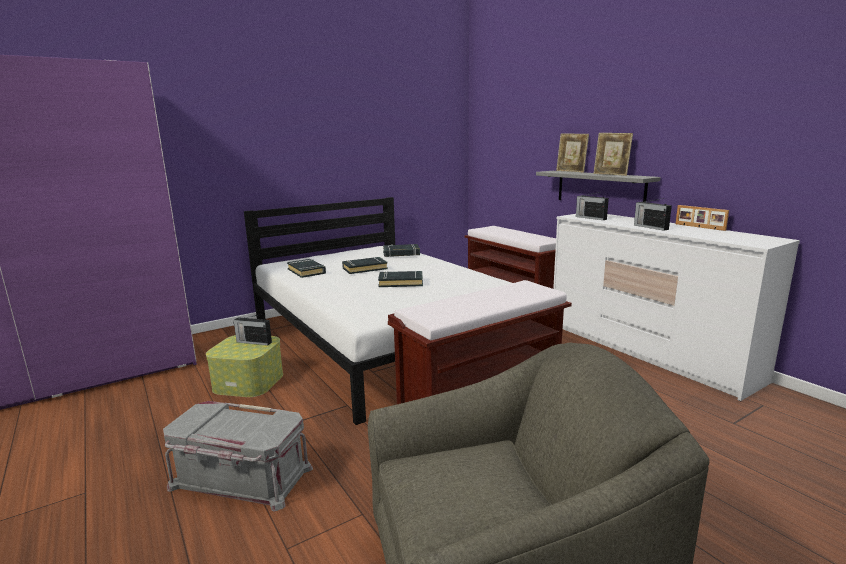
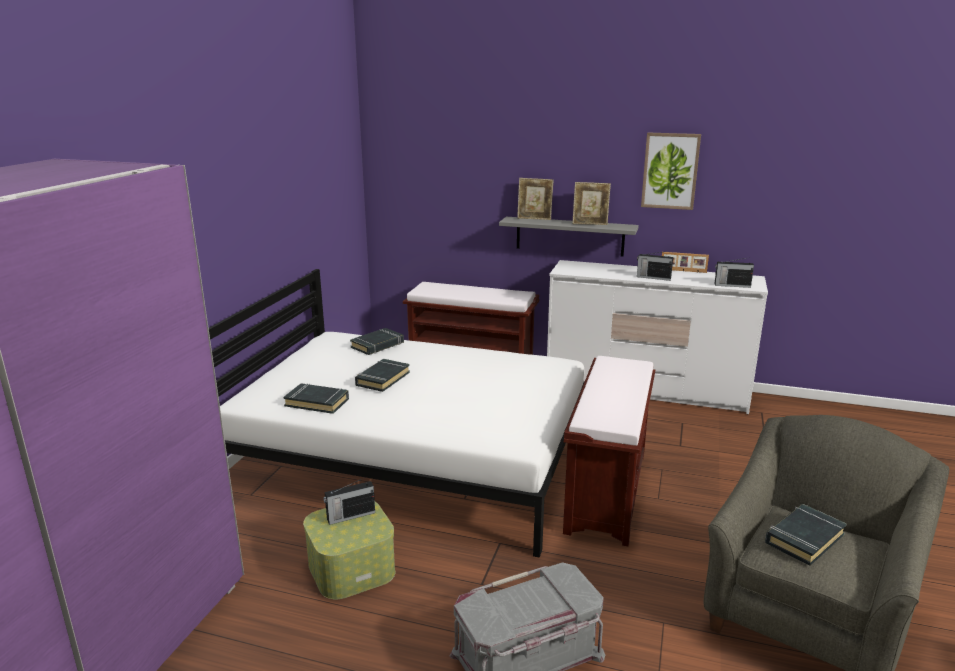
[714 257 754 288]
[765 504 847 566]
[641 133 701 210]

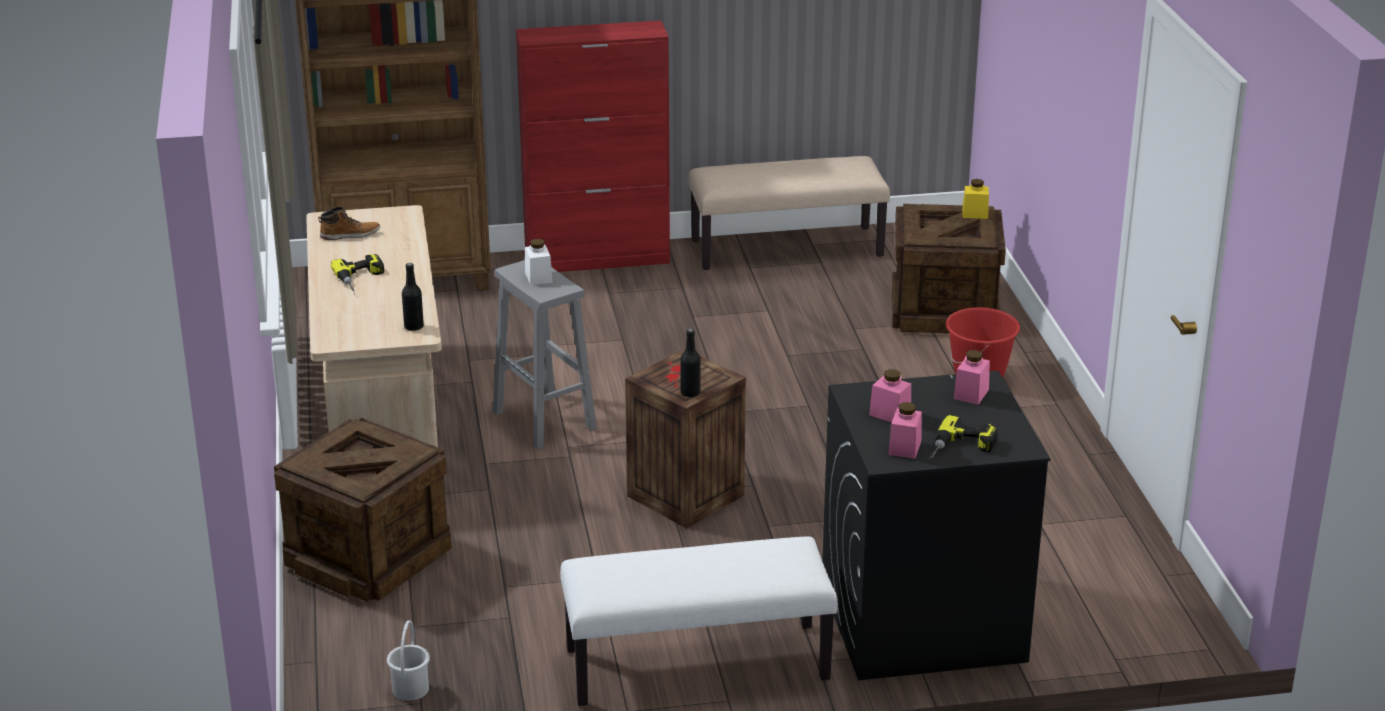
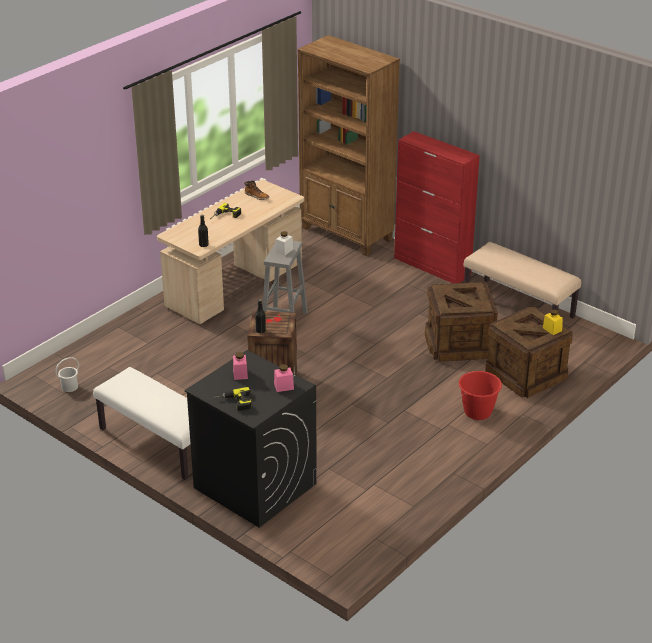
[888 402 922 459] (first image)
[425 282 498 362]

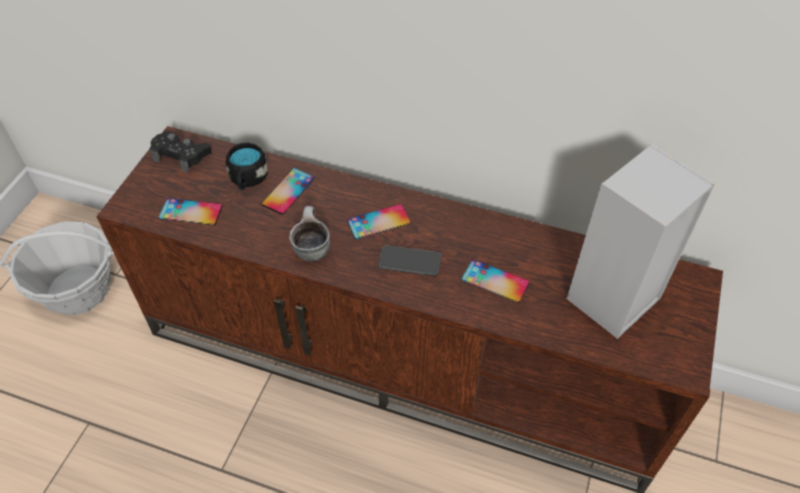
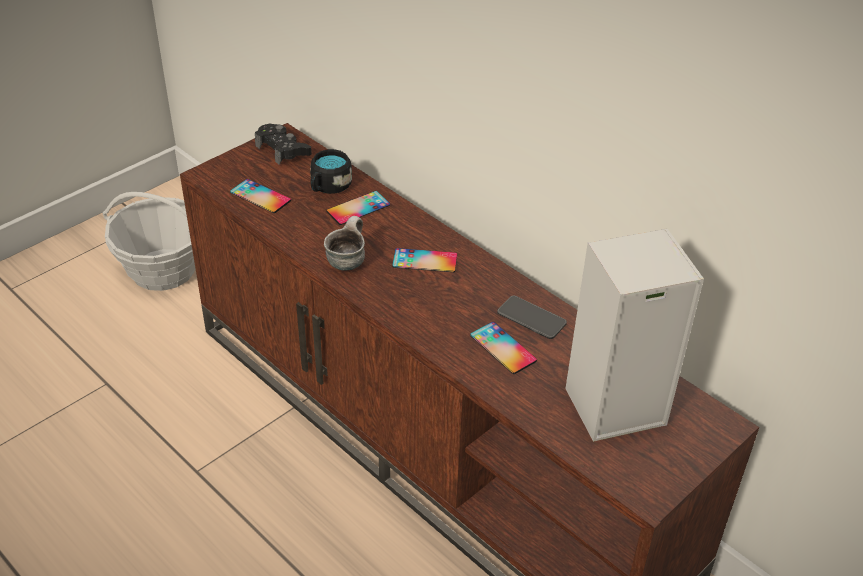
[497 295 567 339]

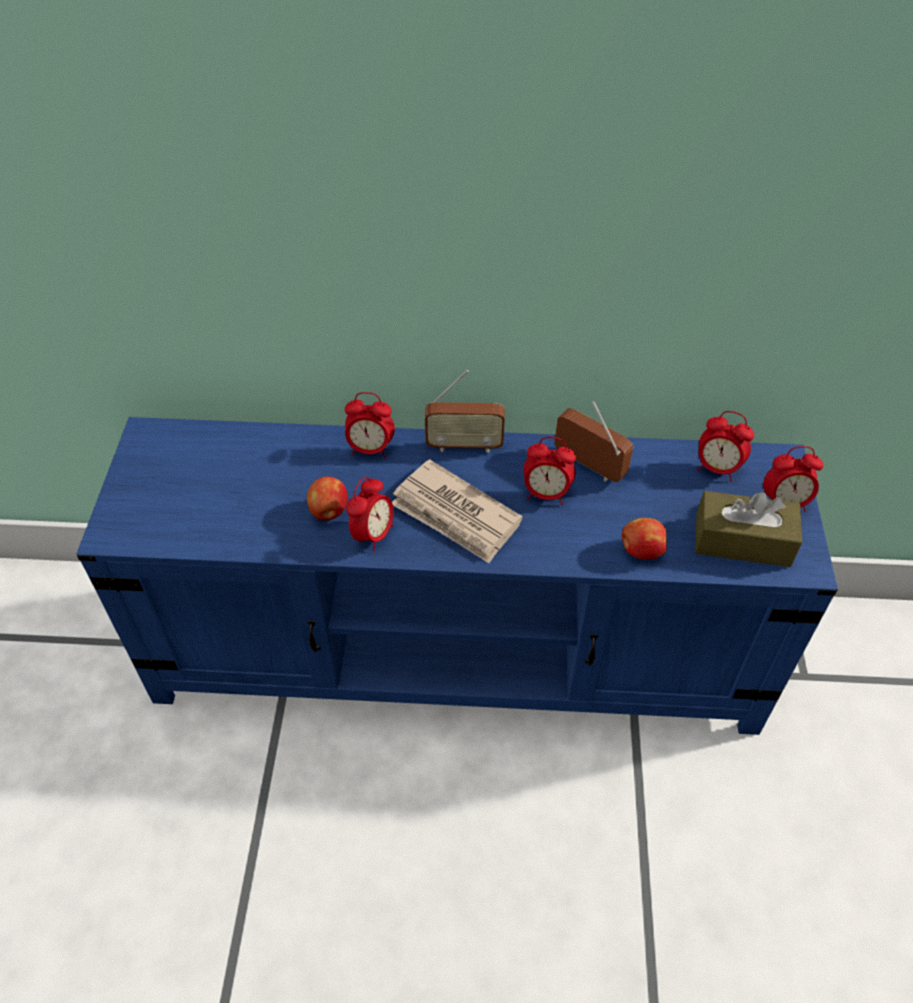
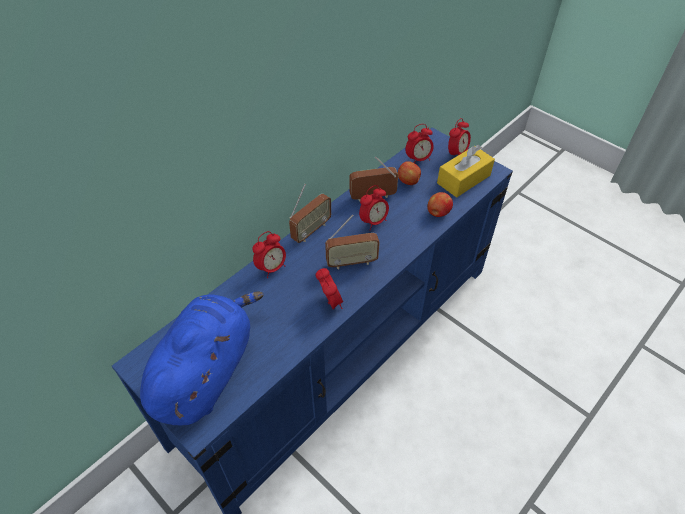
[325 215 380 269]
[398 161 421 185]
[437 145 495 198]
[140 292 264 426]

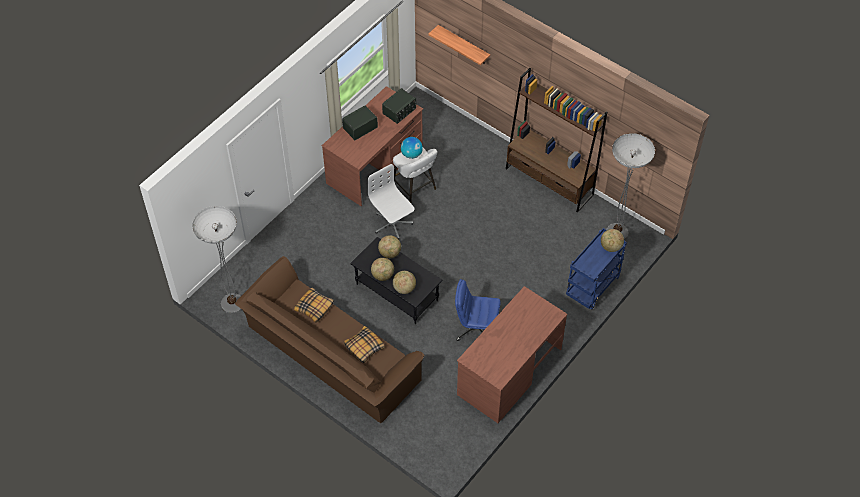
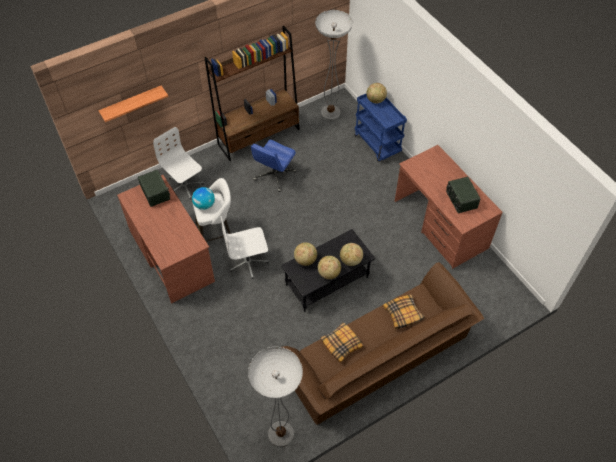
[446 176 480 213]
[251 140 296 192]
[153 127 204 199]

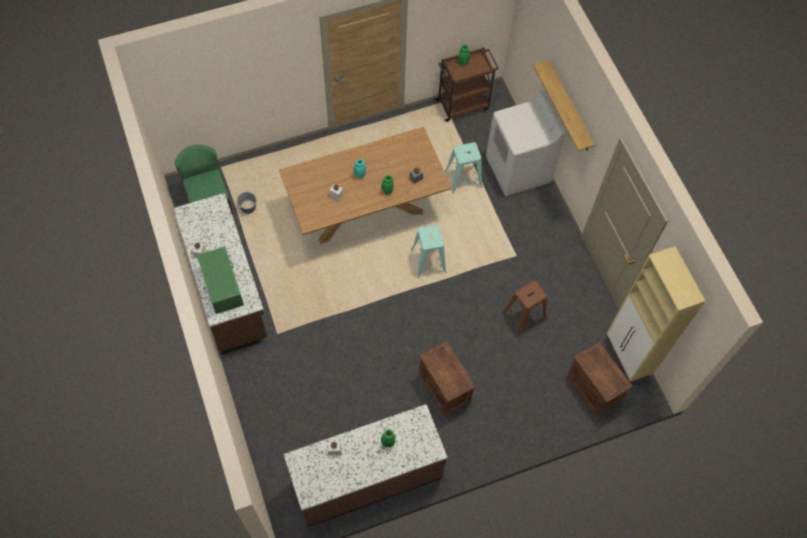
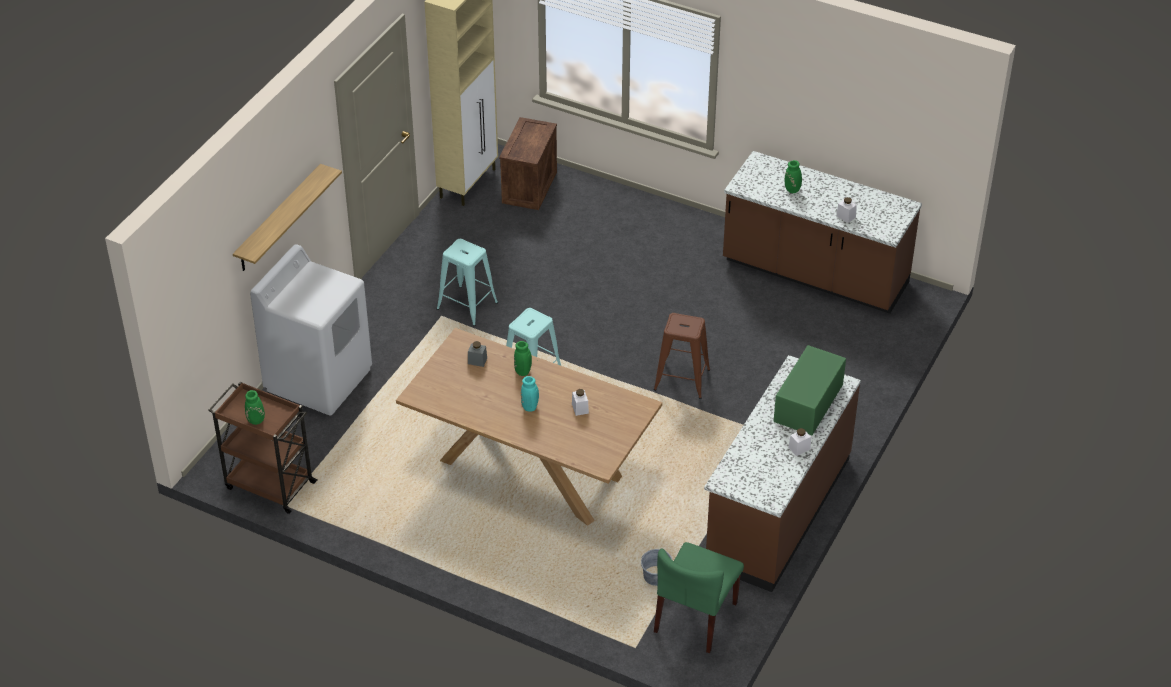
[437 239 498 326]
[654 313 710 399]
[419 341 475 416] (first image)

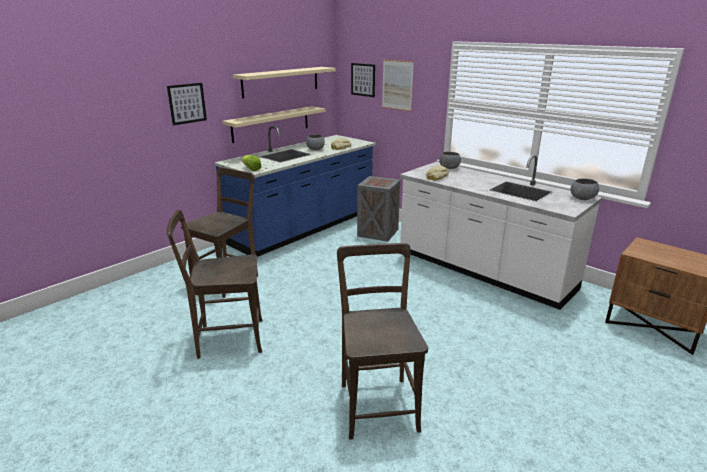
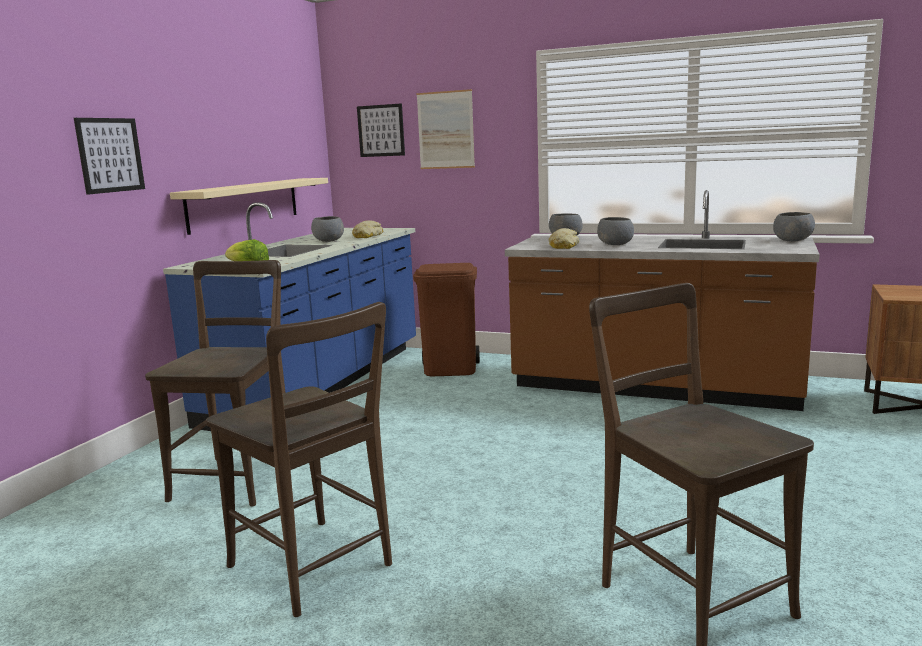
[233 67 336 99] (first image)
[505 190 820 411]
[413 263 480 376]
[206 302 392 617]
[597 217 634 245]

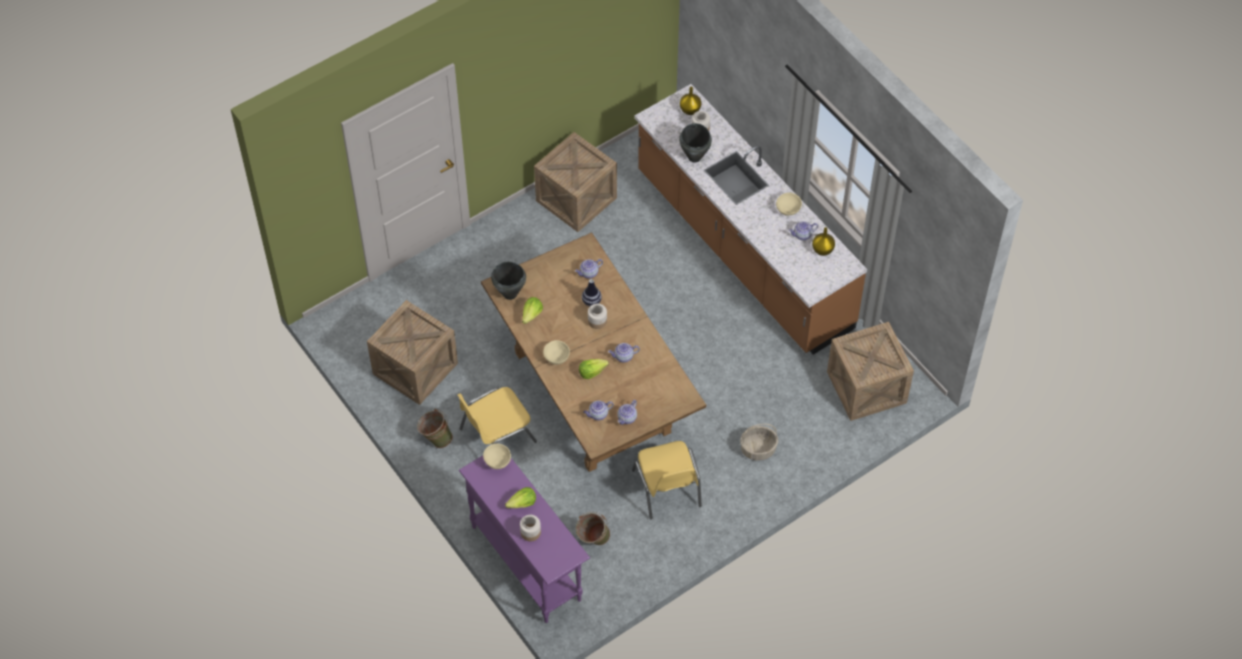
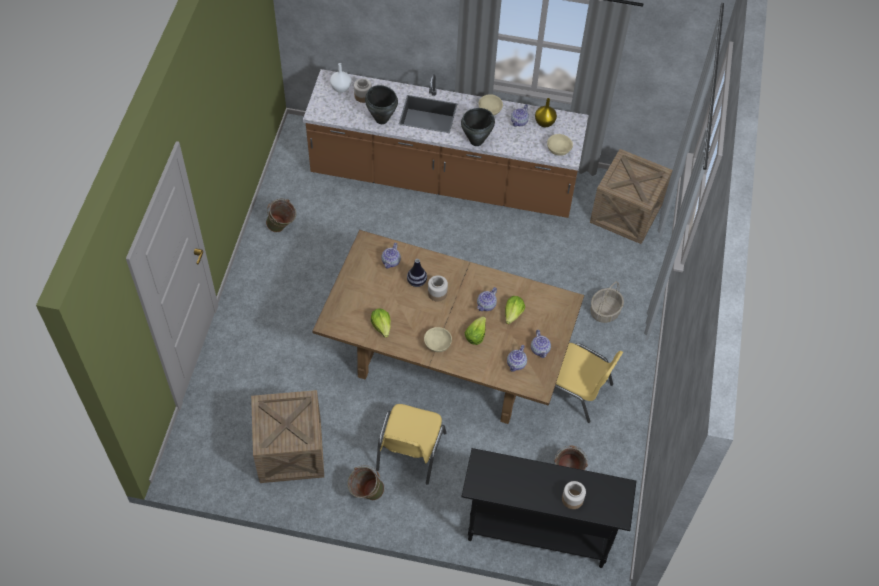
[330 63 351 93]
[266 199 296 232]
[461 108 495 146]
[547 134 573 156]
[461 448 636 568]
[505 296 525 324]

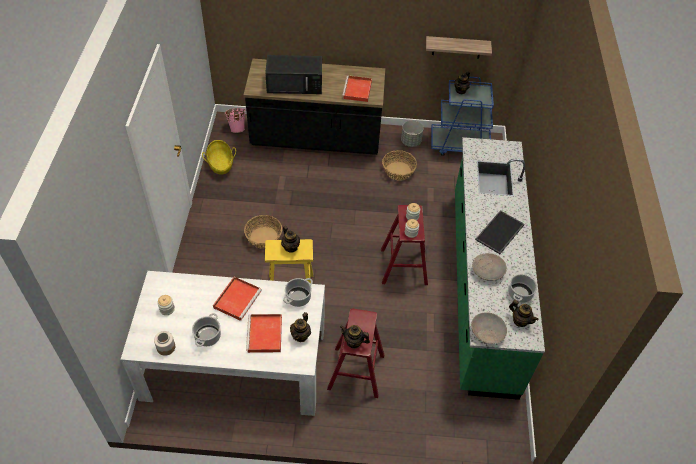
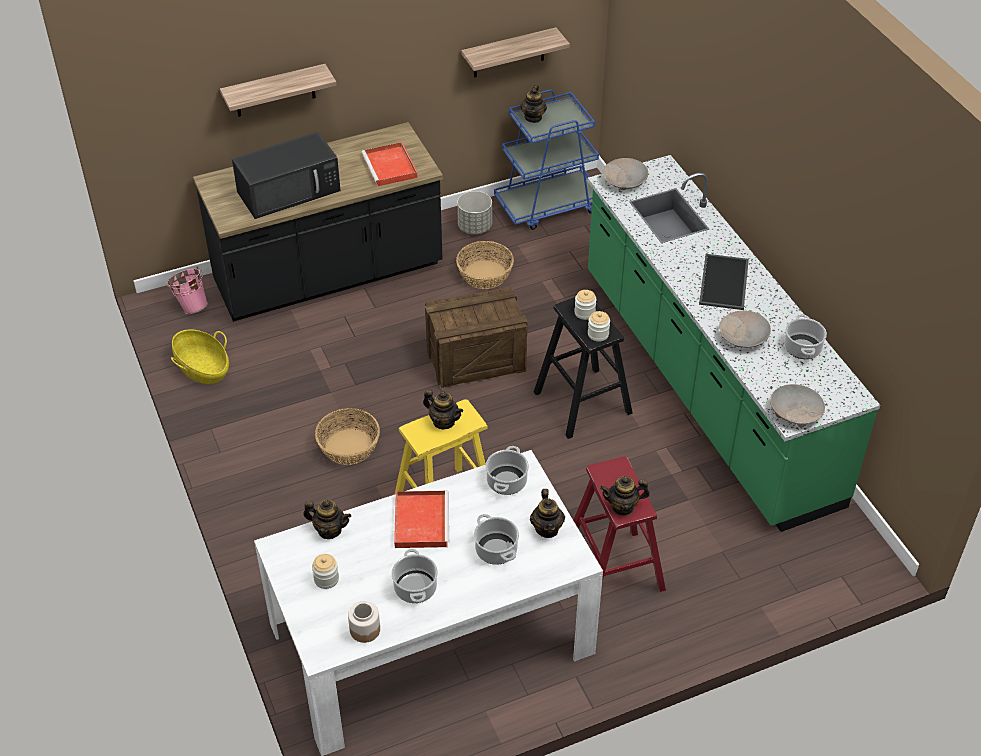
[534 297 633 439]
[303 500 351 539]
[474 514 519 565]
[220 64 337 117]
[602 158 648 190]
[425 287 528 388]

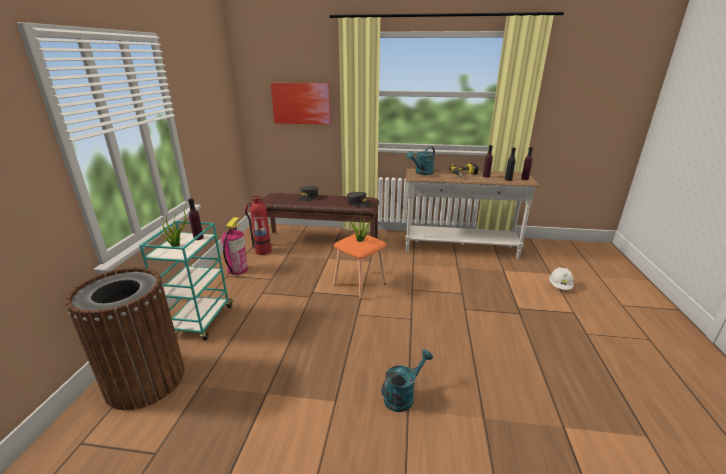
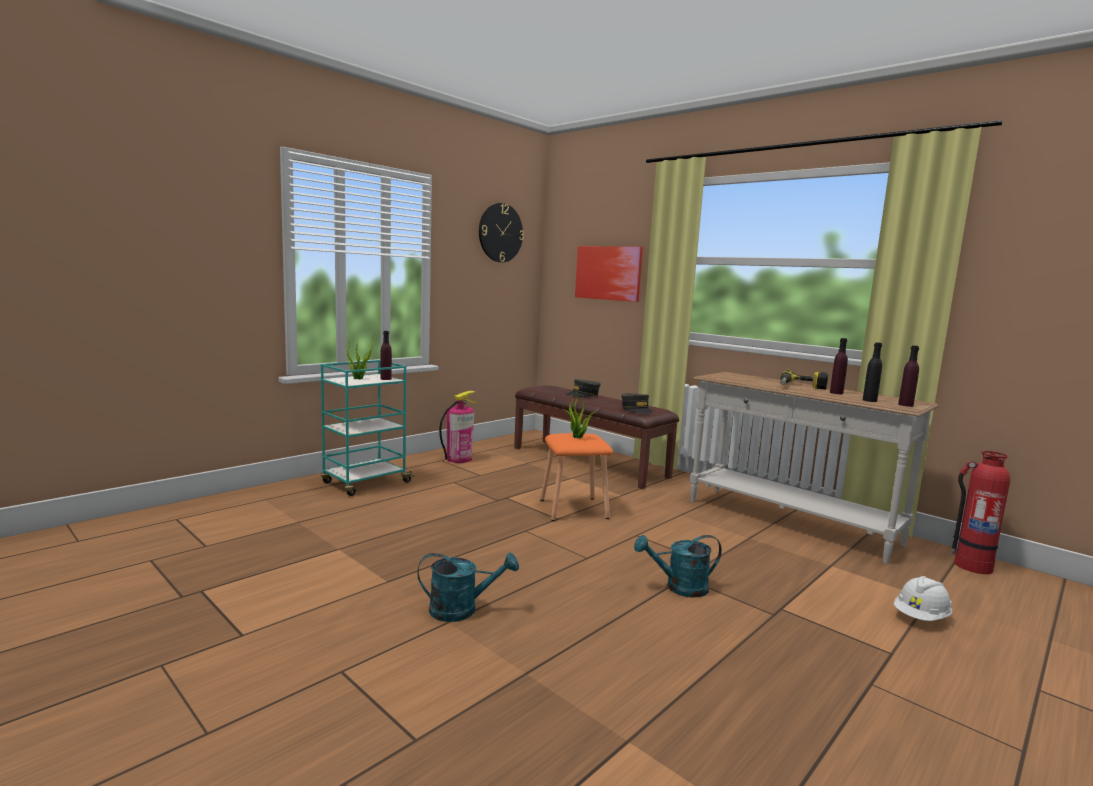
[634 535 722 597]
[951 451 1010 574]
[65 267 185 410] (first image)
[479 203 524 262]

